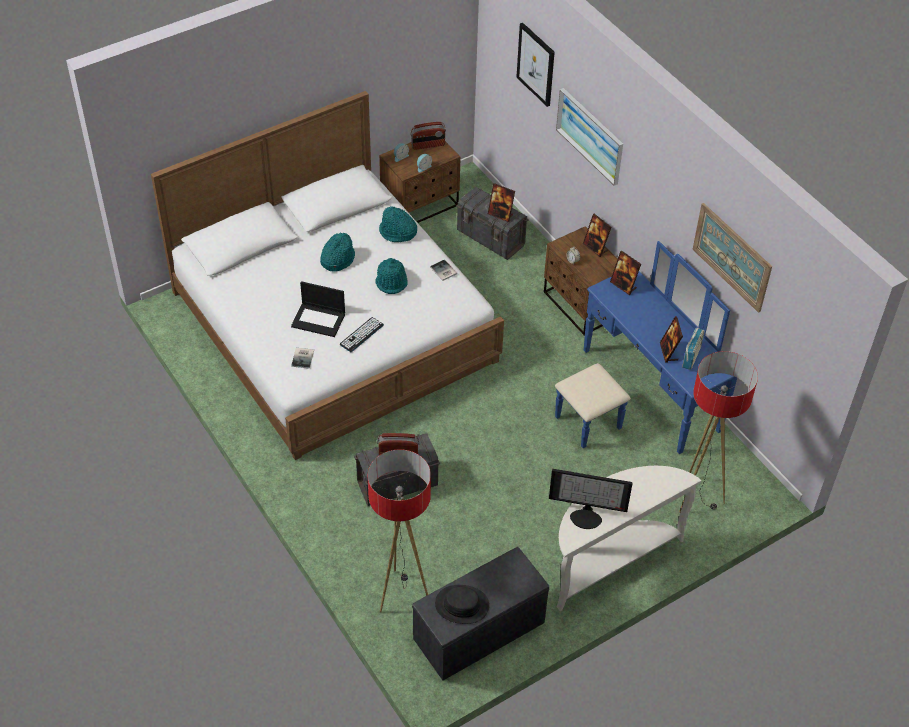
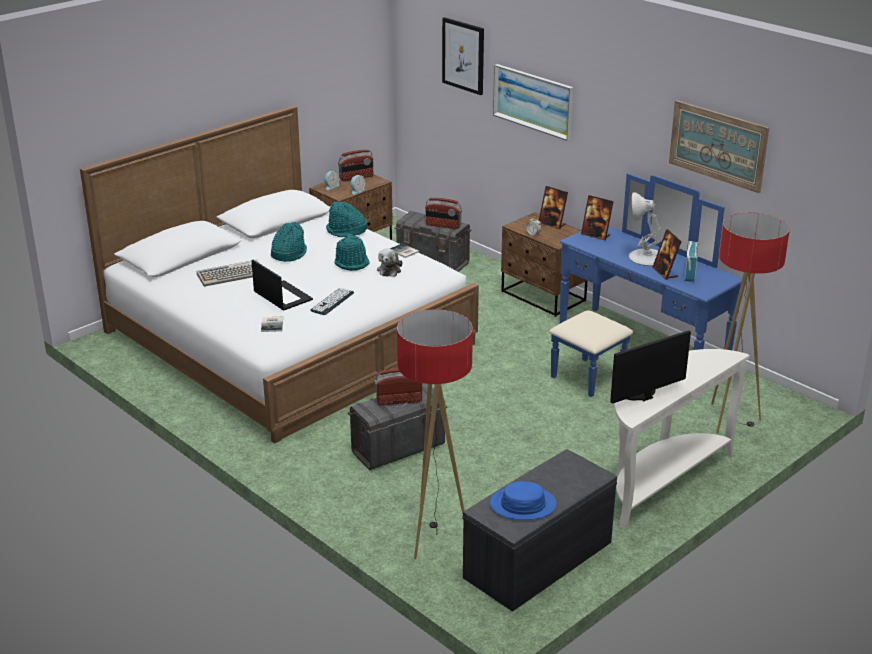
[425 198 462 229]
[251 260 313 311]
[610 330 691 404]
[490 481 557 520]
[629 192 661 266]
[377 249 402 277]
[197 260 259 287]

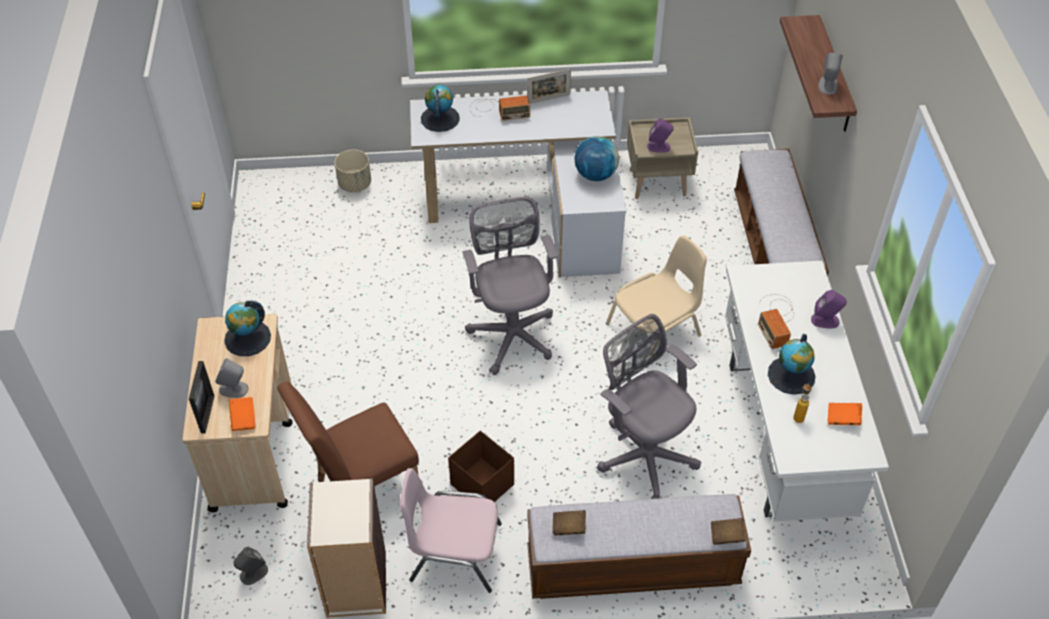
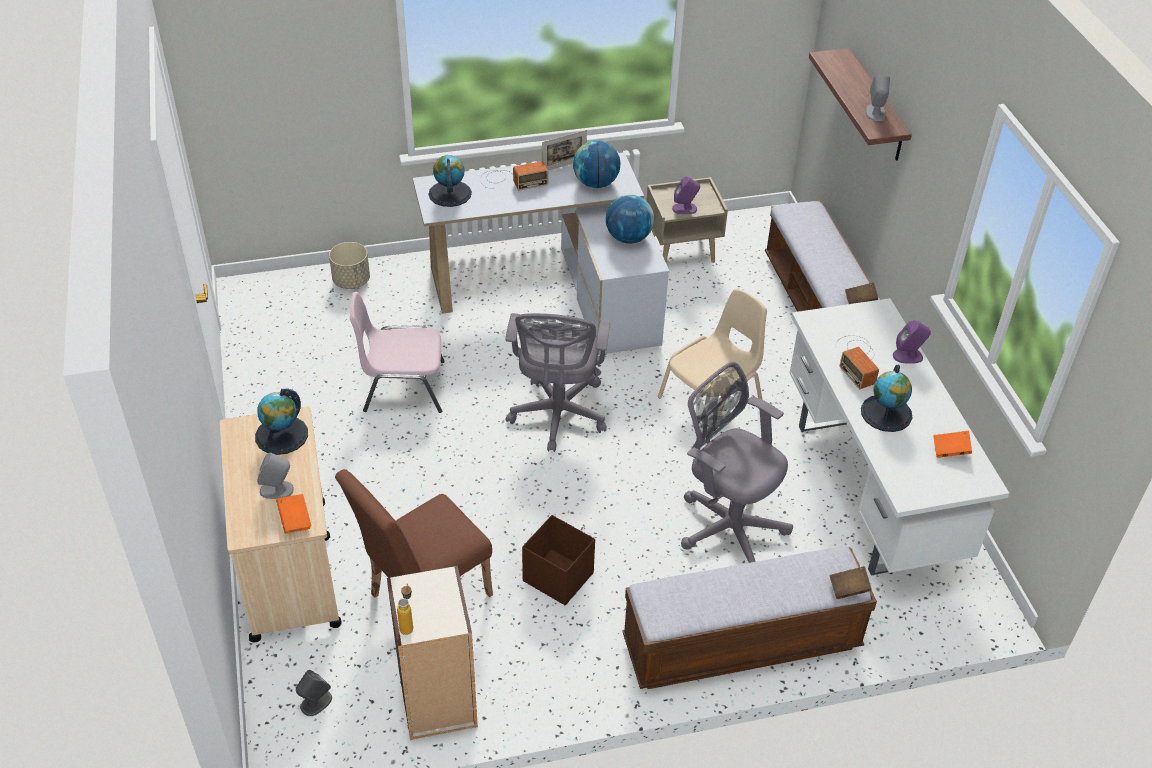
[505 313 610 452]
[189 361 214 433] (first image)
[397 584 413 635]
[350 292 445 413]
[845 283 878 304]
[573 140 620 188]

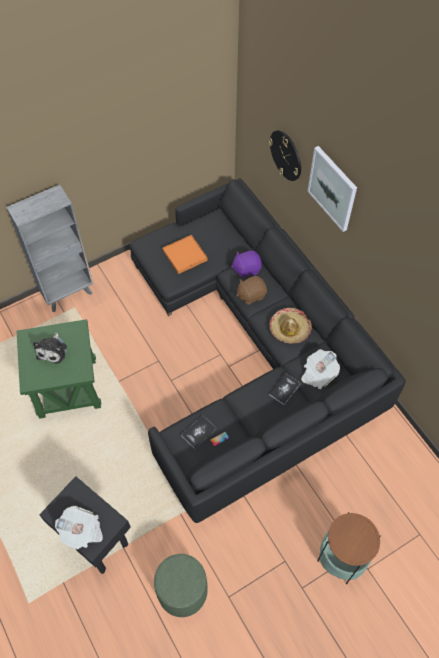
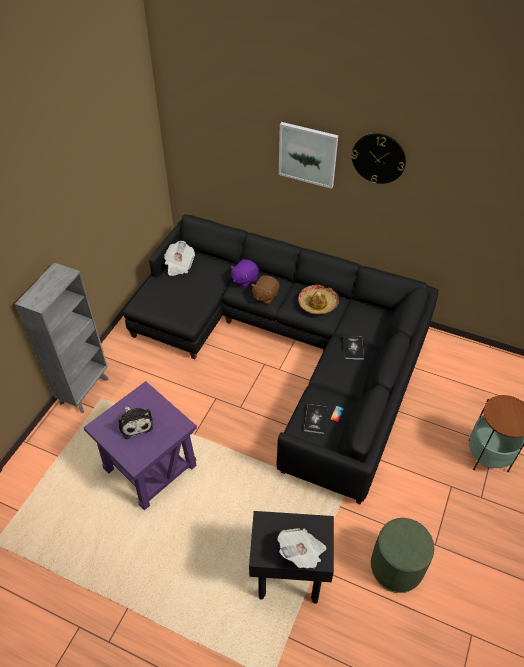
[351 133 406 184]
[163 235 208 274] (first image)
[83 381 197 510]
[164 241 195 276]

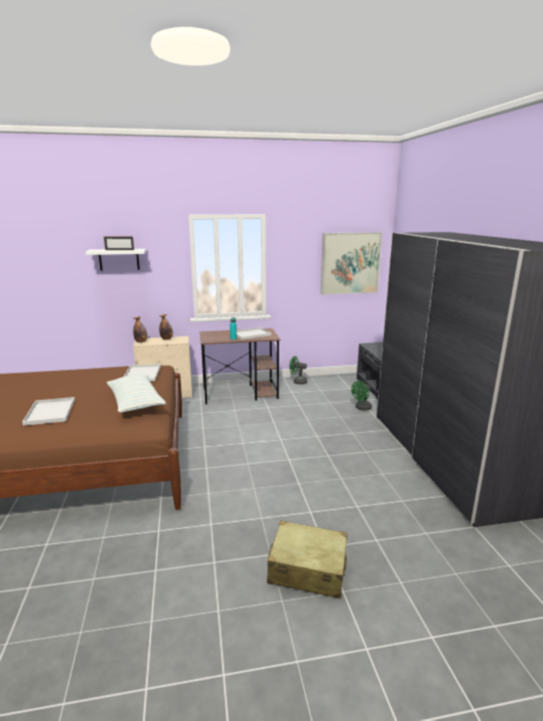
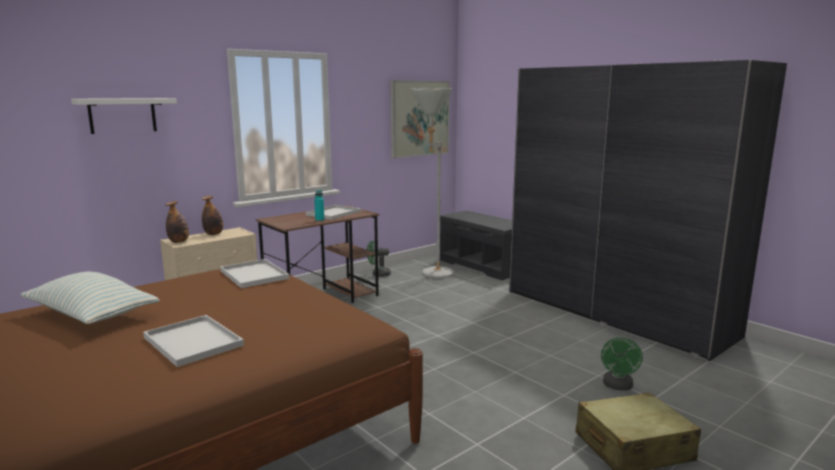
[104 236 134 250] (first image)
[20 272 159 324]
[601 338 643 391]
[410 88 454 279]

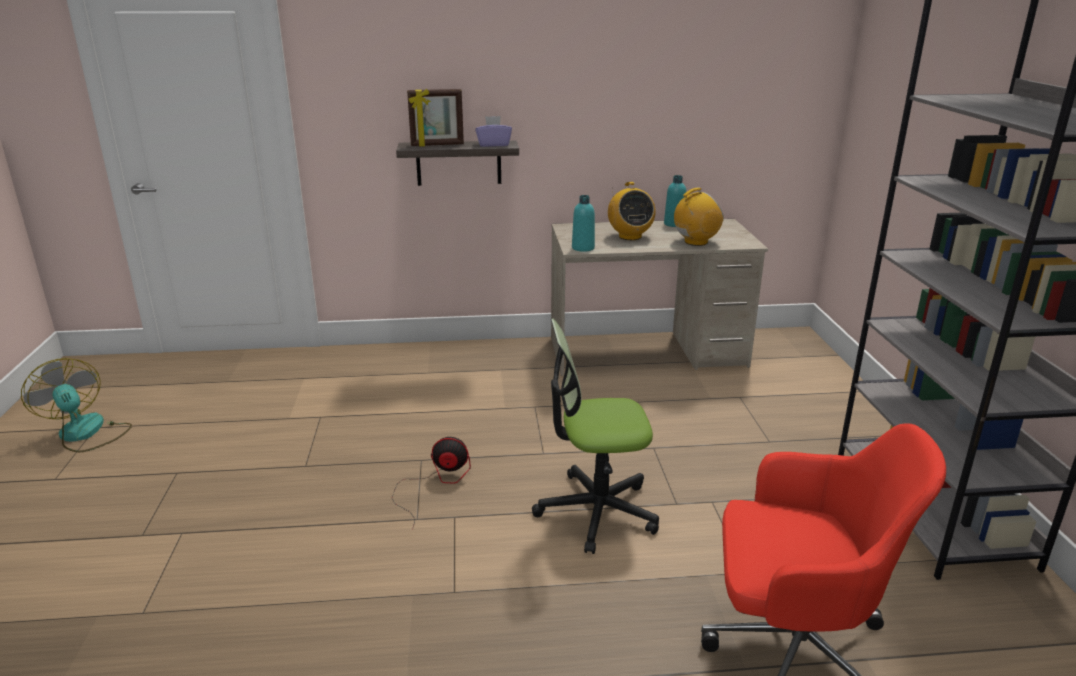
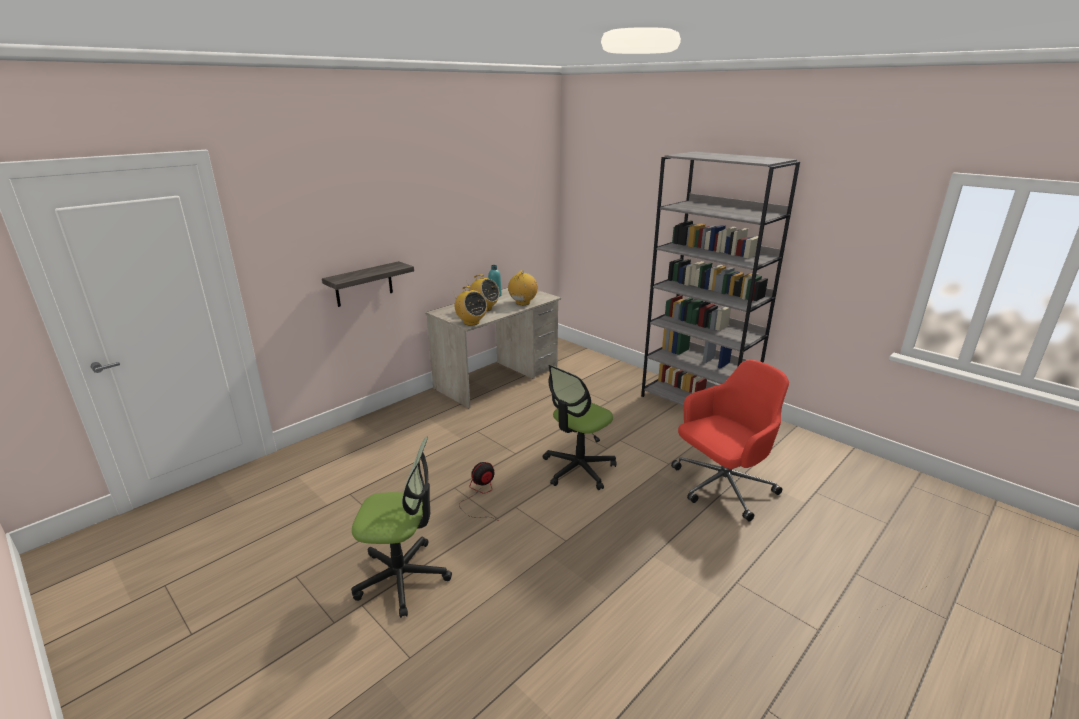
[407 89 464 147] (first image)
[475 116 512 147] (first image)
[453 286 487 326]
[21 358 132 452] (first image)
[351 437 452 618]

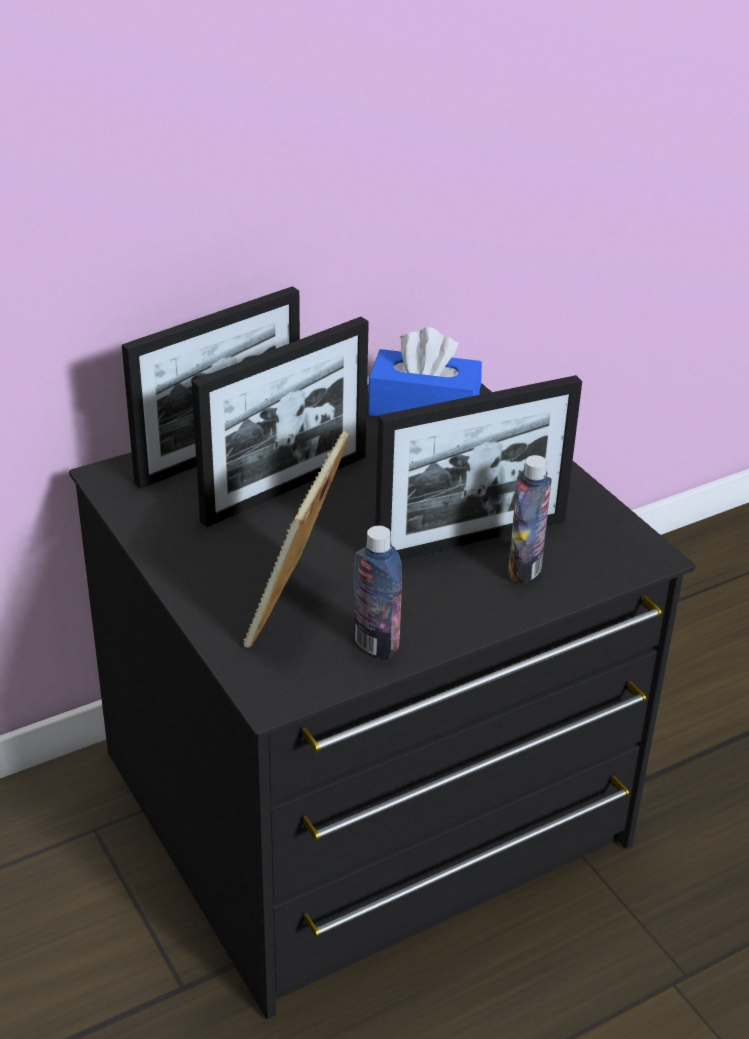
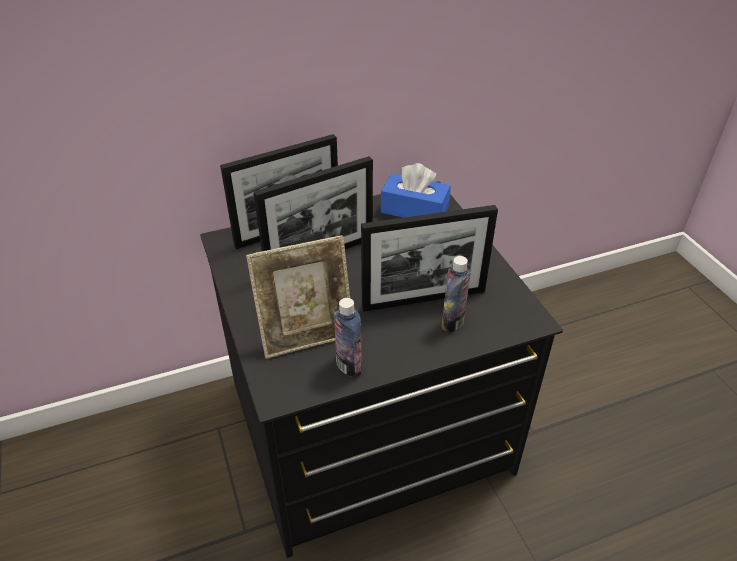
[246 235 350 359]

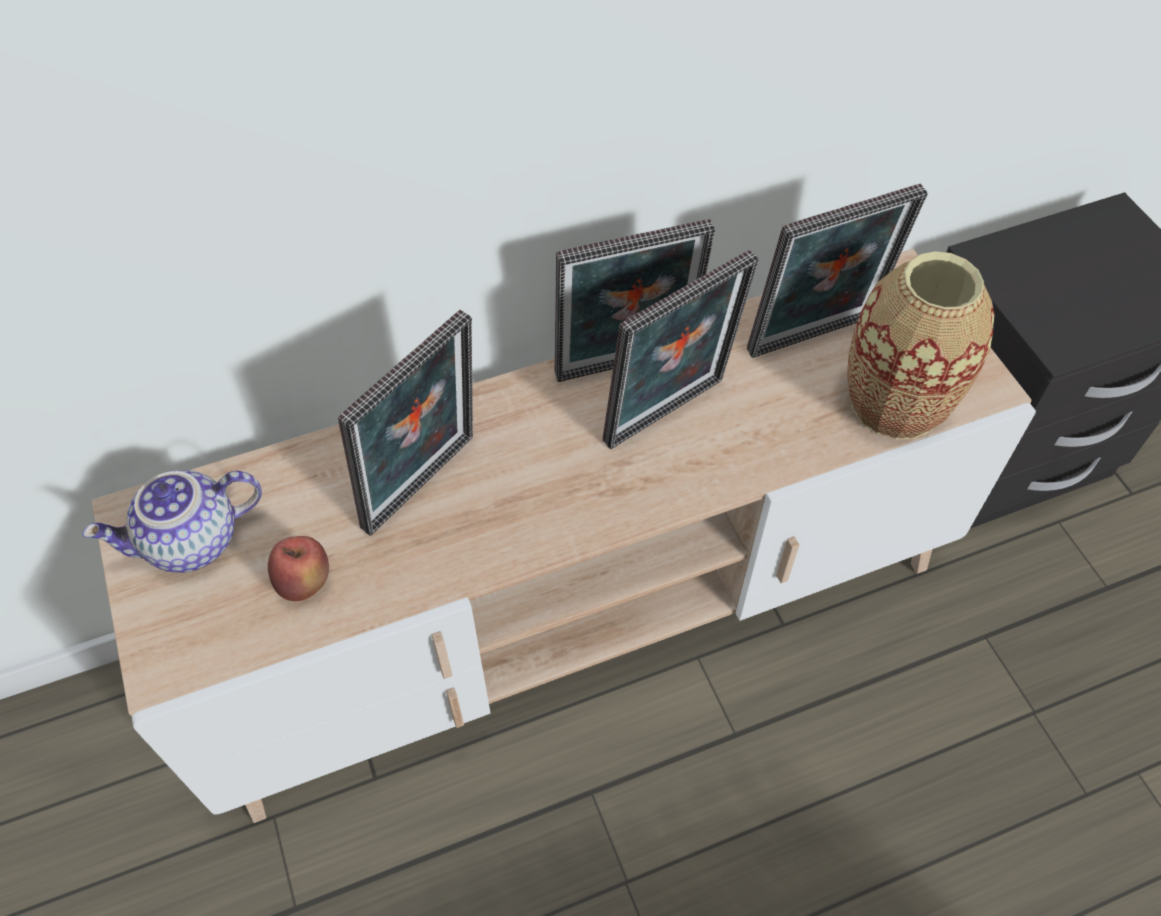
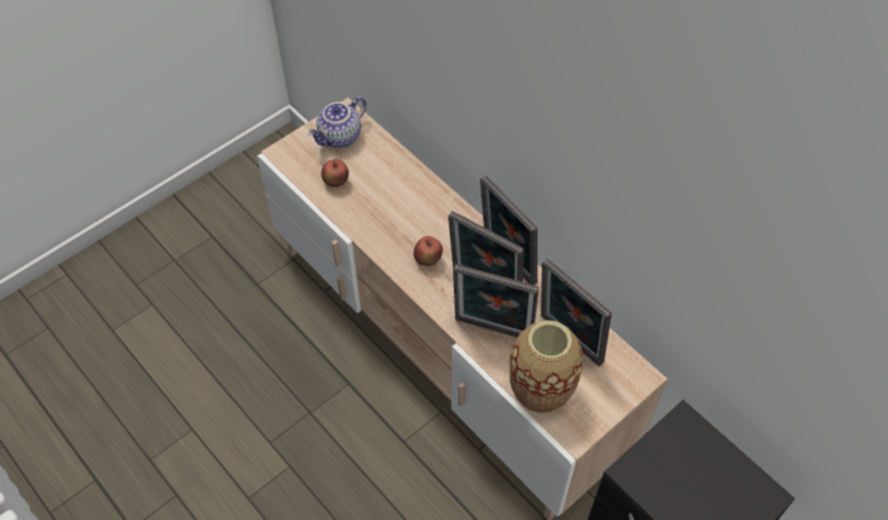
[453 264 539 337]
[308 96 367 148]
[414 236 443 266]

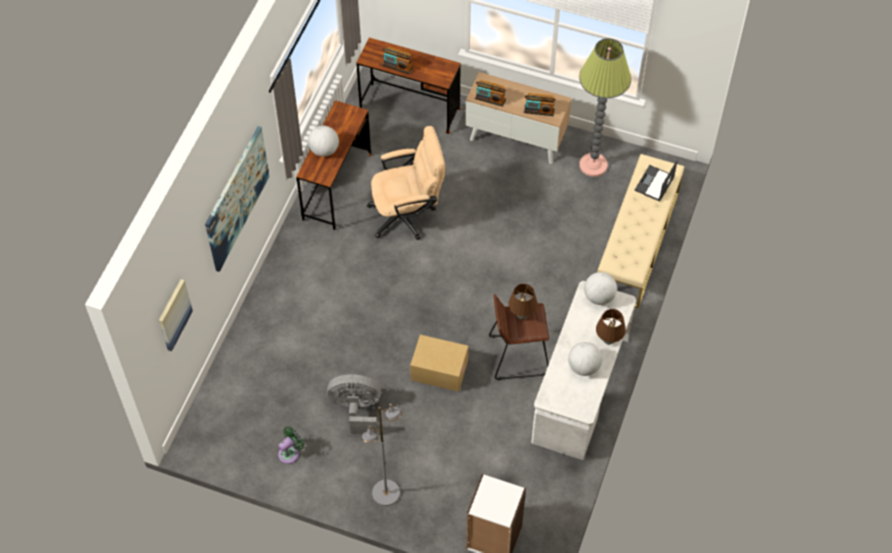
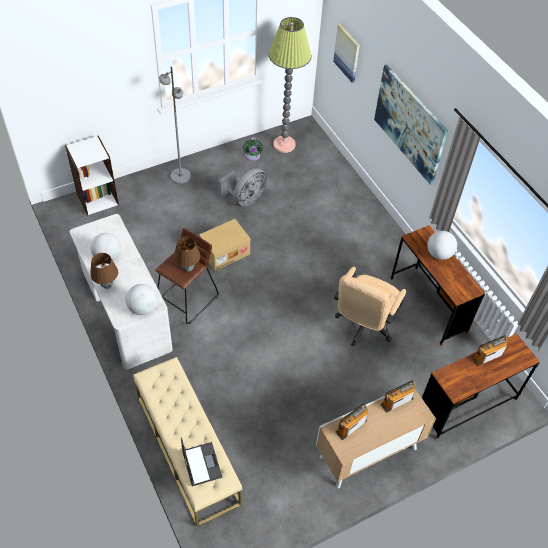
[269 17 311 153]

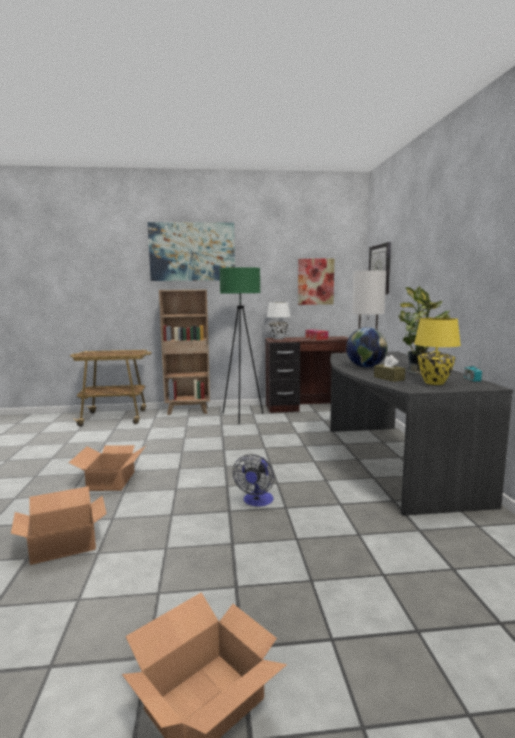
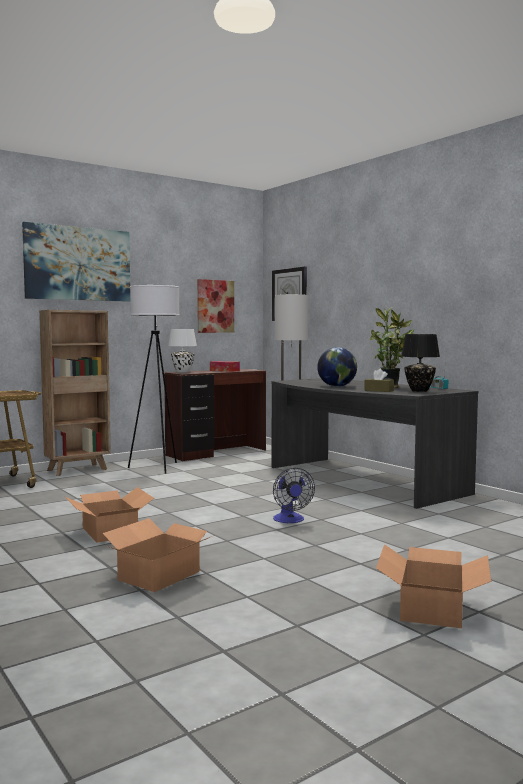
[128 285 180 474]
[401 334 440 392]

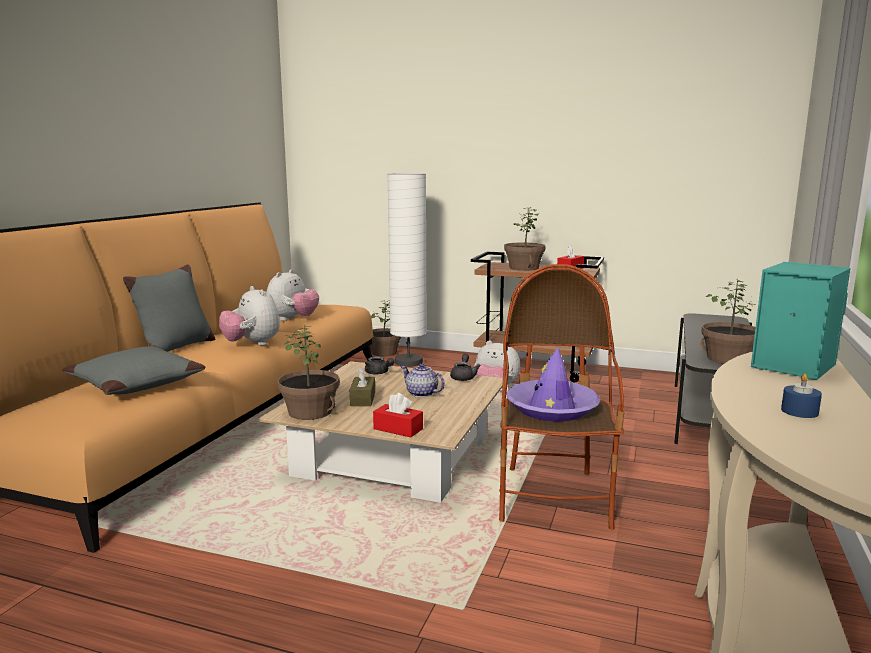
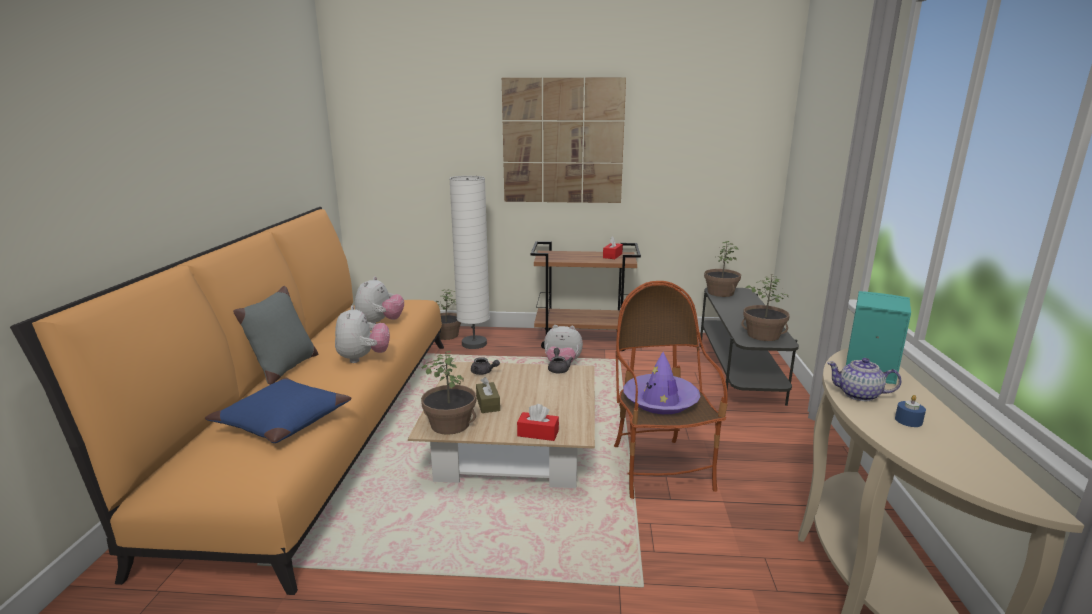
[704 241 741 297]
[335 305 390 363]
[205 378 352 443]
[827 358 902 401]
[502 78 626 203]

